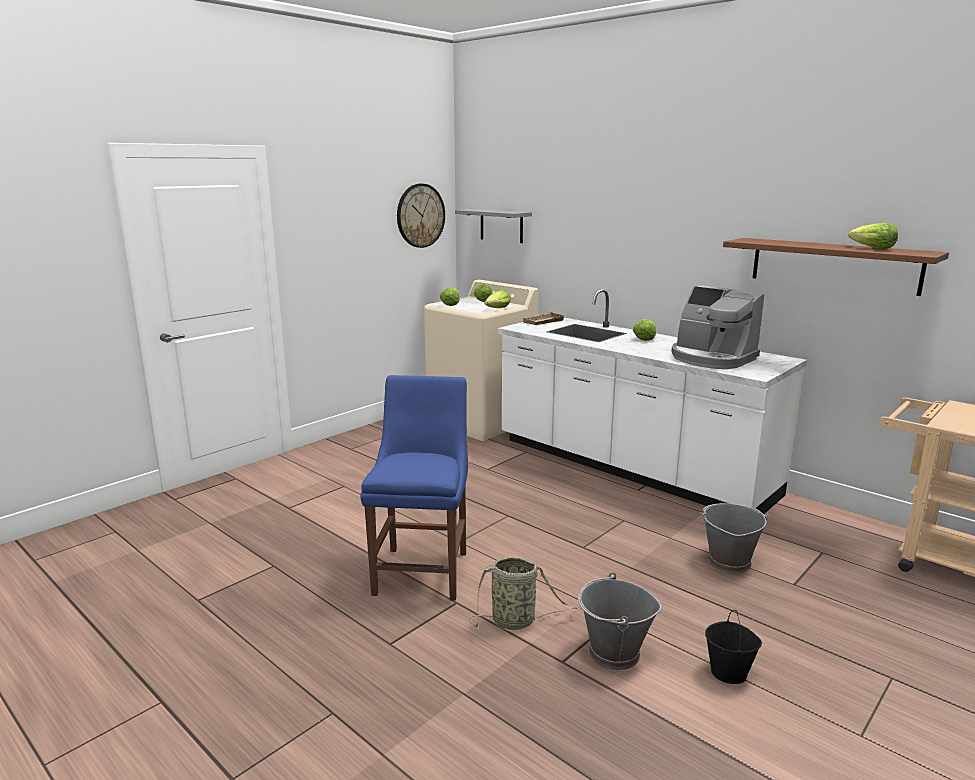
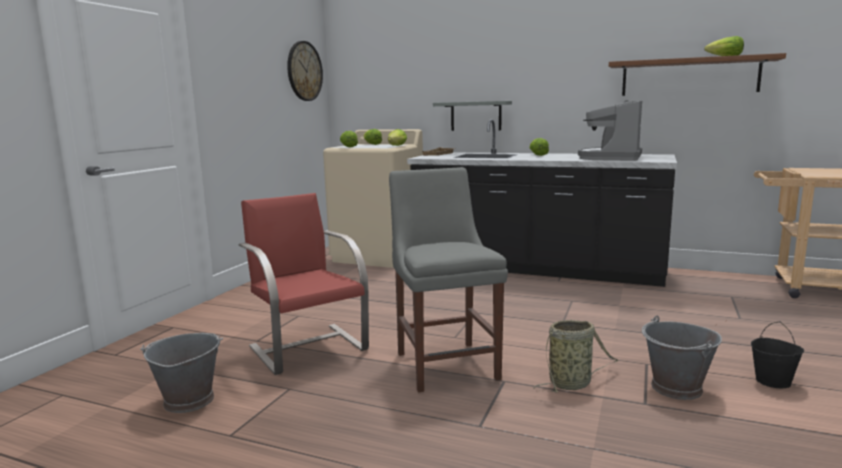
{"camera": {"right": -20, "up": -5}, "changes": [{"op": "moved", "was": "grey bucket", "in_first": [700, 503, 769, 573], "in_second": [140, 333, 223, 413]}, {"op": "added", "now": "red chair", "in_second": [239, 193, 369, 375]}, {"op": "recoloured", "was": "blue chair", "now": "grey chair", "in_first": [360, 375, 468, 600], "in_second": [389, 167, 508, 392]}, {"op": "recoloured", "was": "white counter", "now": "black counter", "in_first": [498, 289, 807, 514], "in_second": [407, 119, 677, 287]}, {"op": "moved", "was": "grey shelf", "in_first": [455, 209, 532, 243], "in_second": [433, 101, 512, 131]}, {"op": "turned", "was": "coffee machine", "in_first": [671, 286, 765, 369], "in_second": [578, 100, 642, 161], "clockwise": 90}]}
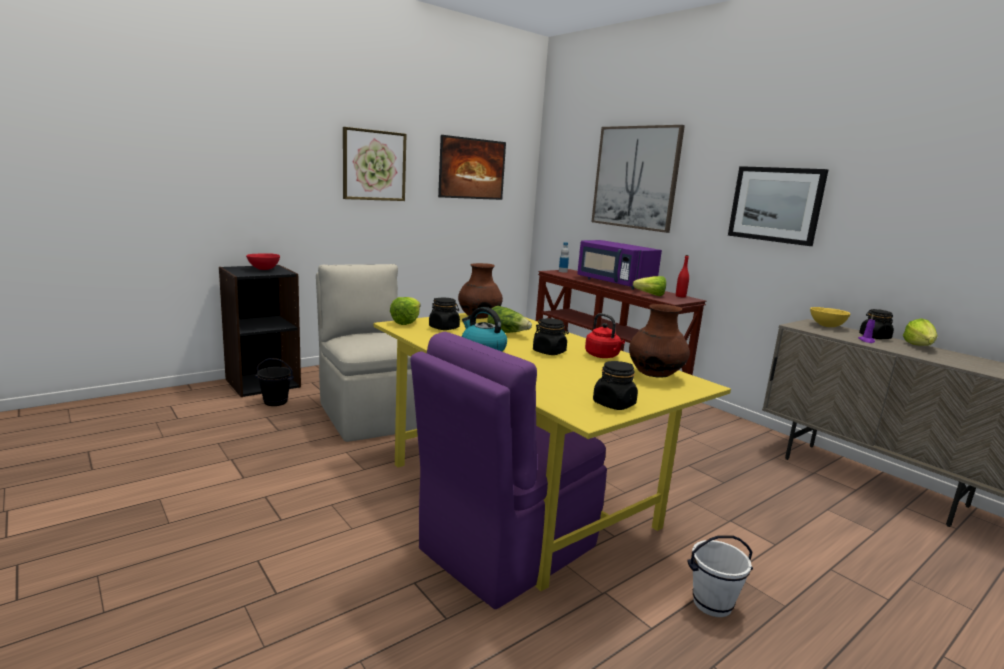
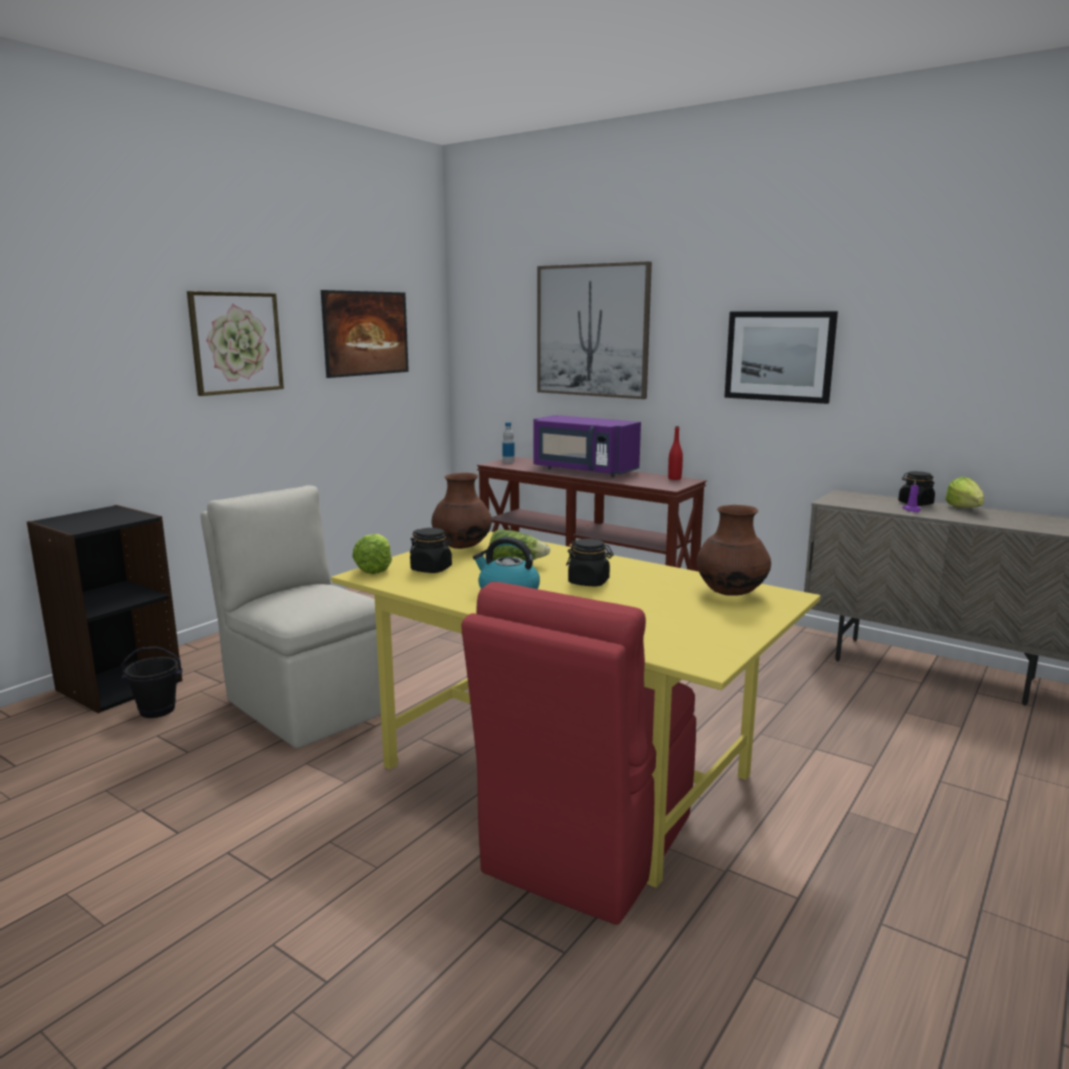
{"camera": {"right": -15, "up": 0}, "changes": [{"op": "recoloured", "was": "purple chair", "now": "red chair", "in_first": [410, 332, 607, 609], "in_second": [461, 582, 696, 925]}, {"op": "removed", "was": "red bowl", "in_first": [246, 253, 280, 270]}, {"op": "removed", "was": "red kettle", "in_first": [585, 313, 625, 358]}, {"op": "removed", "was": "black jar", "in_first": [593, 361, 638, 410]}, {"op": "removed", "was": "lettuce", "in_first": [633, 276, 666, 296]}, {"op": "removed", "was": "white bucket", "in_first": [687, 535, 753, 617]}, {"op": "removed", "was": "yellow bowl", "in_first": [810, 307, 850, 327]}]}
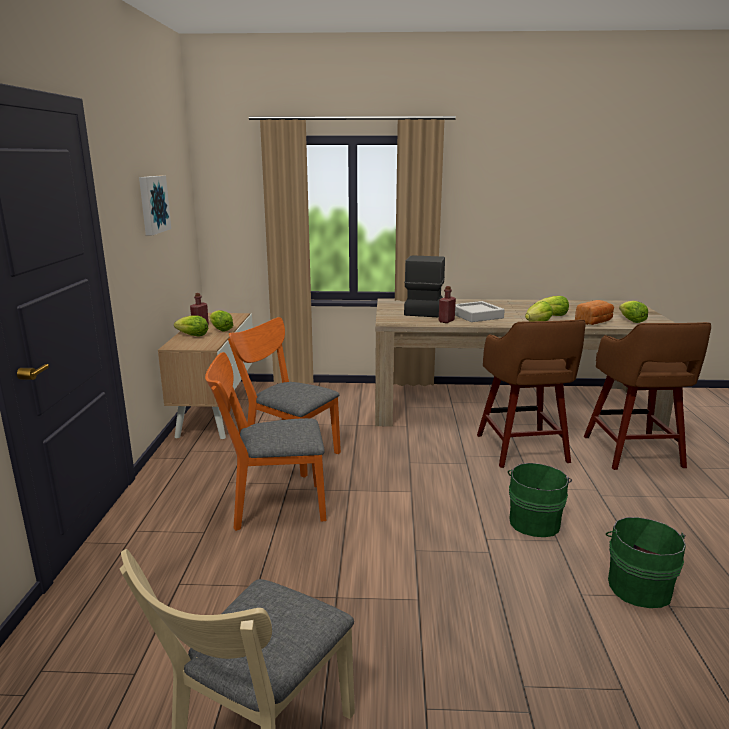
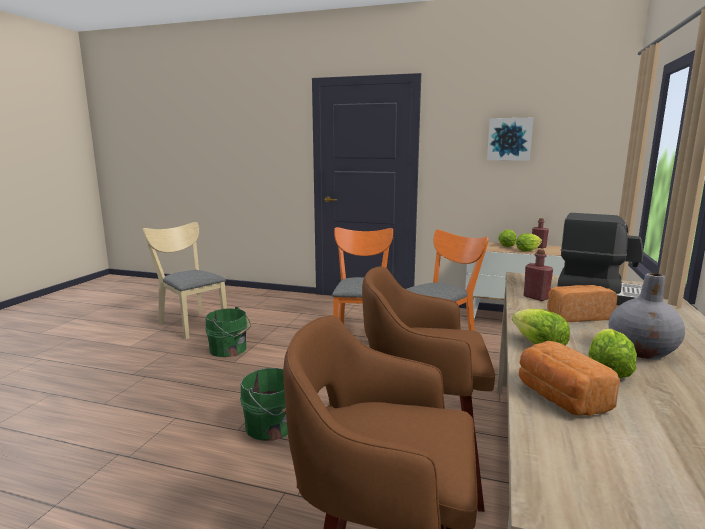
{"camera": {"right": 105, "up": -5}, "changes": [{"op": "moved", "was": "green bucket", "in_first": [606, 517, 686, 608], "in_second": [205, 307, 251, 357]}, {"op": "replaced", "was": "grey tray", "now": "bread", "in_first": [455, 301, 505, 322], "in_second": [547, 285, 617, 322]}, {"op": "added", "now": "grey vase", "in_second": [609, 273, 685, 359]}, {"op": "removed", "was": "lettuce", "in_first": [619, 301, 648, 323]}]}
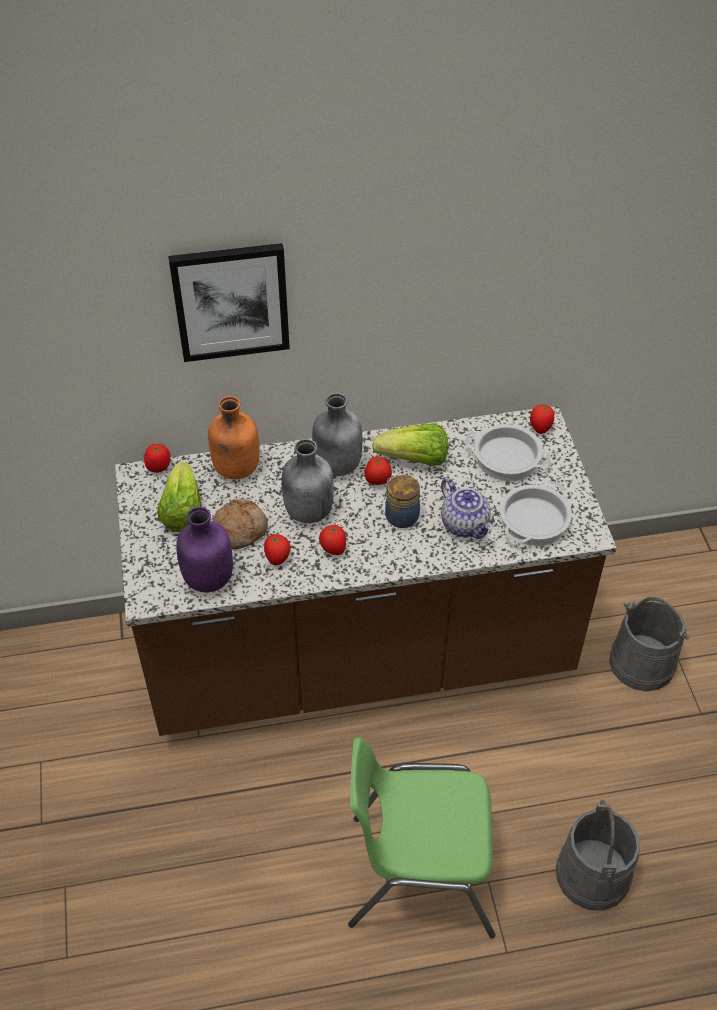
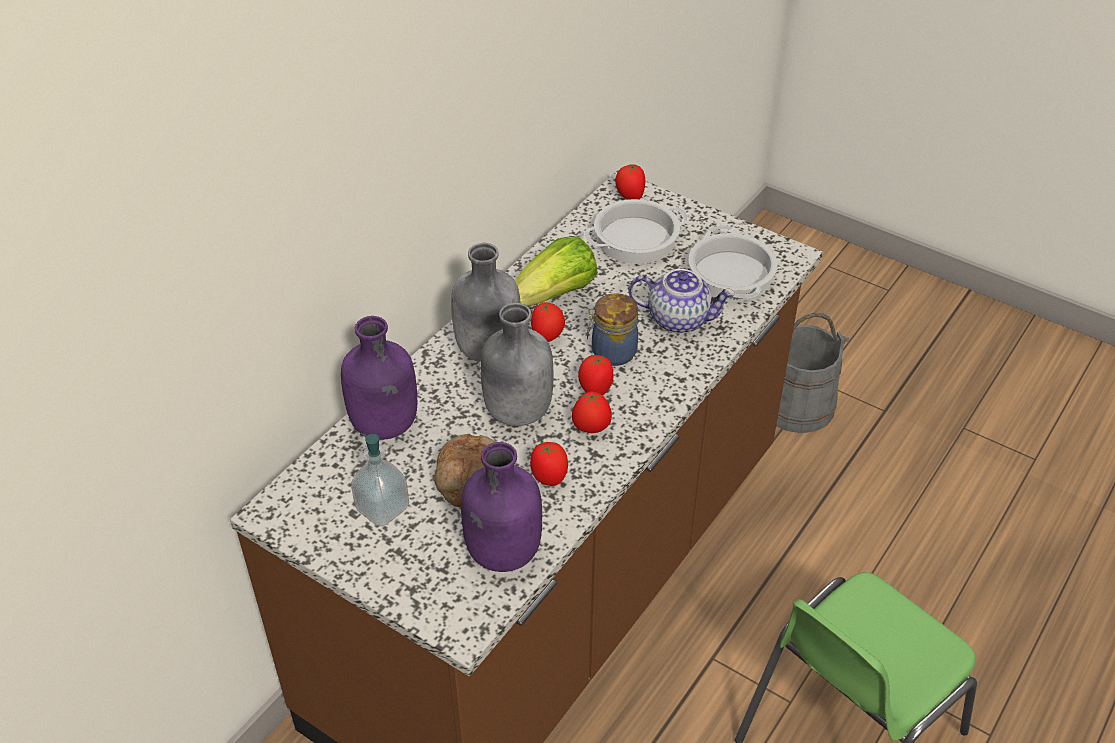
{"camera": {"right": -45, "up": -5}, "changes": [{"op": "recoloured", "was": "orange bottle", "now": "purple bottle", "in_first": [208, 396, 260, 480], "in_second": [341, 316, 417, 440]}, {"op": "replaced", "was": "lettuce", "now": "soap dispenser", "in_first": [157, 462, 202, 532], "in_second": [351, 433, 409, 526]}, {"op": "moved", "was": "tomato", "in_first": [144, 444, 171, 473], "in_second": [578, 355, 613, 395]}, {"op": "removed", "was": "picture", "in_first": [168, 243, 290, 362]}, {"op": "removed", "was": "grey bucket", "in_first": [556, 800, 640, 911]}]}
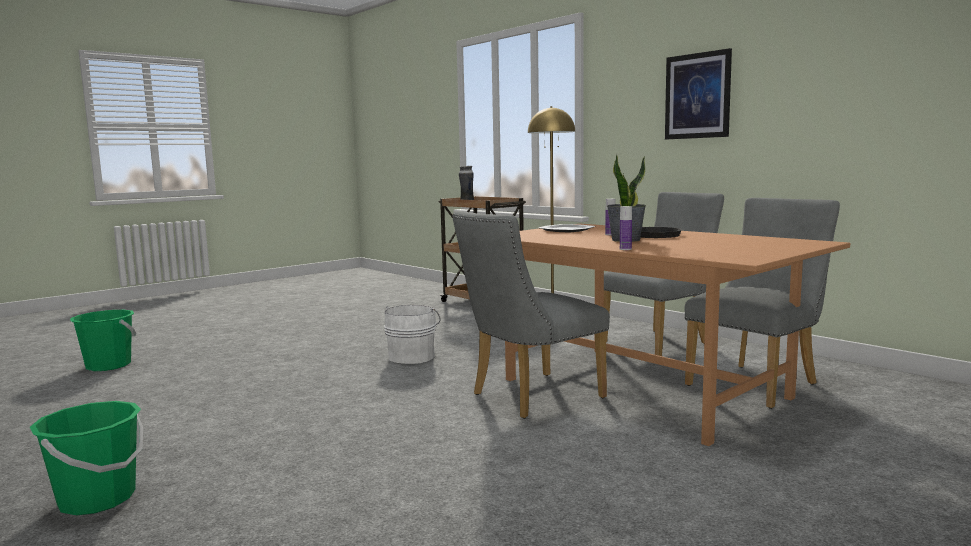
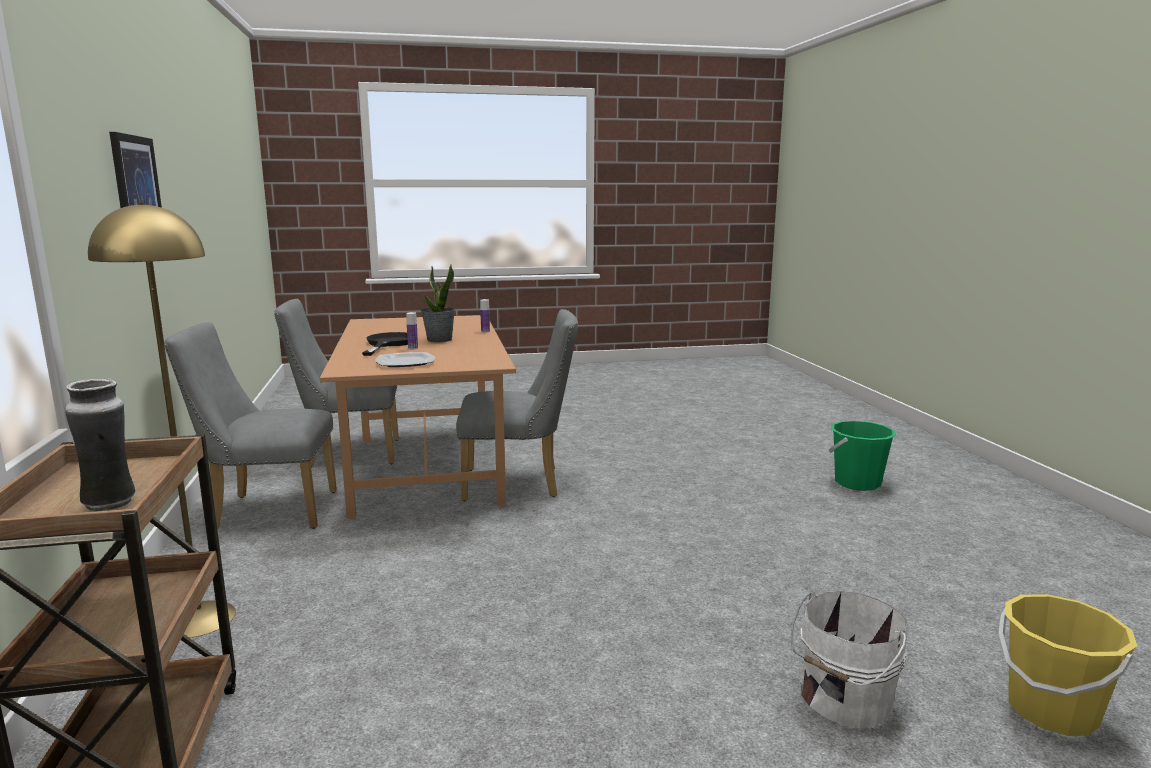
{"camera": {"right": -150, "up": 5}, "changes": [{"op": "moved", "was": "white bucket", "in_first": [384, 305, 440, 364], "in_second": [791, 590, 908, 728]}, {"op": "recoloured", "was": "green bucket", "now": "yellow bucket", "in_first": [70, 310, 137, 371], "in_second": [999, 594, 1137, 736]}]}
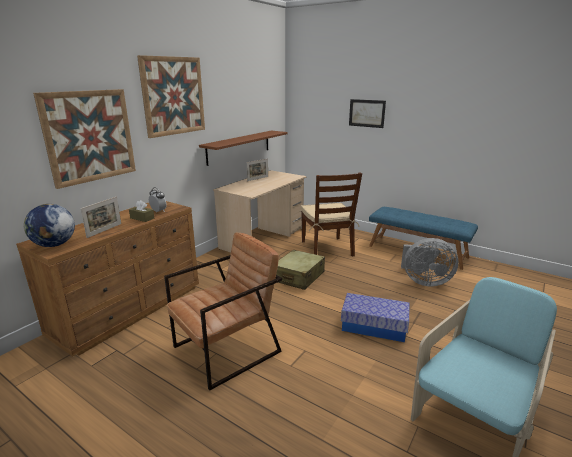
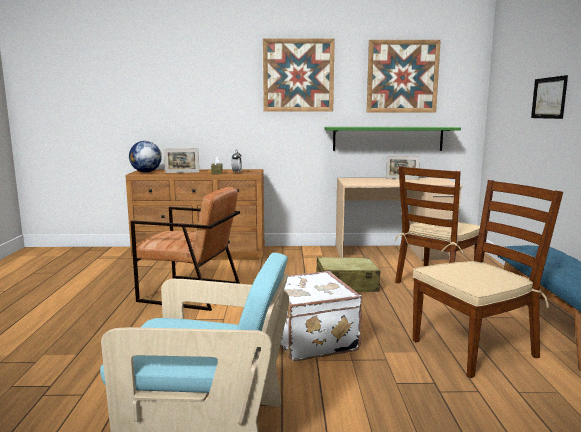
{"camera": {"right": 55, "up": -10}, "changes": [{"op": "replaced", "was": "storage box", "now": "white suitcase", "in_first": [341, 293, 410, 342], "in_second": [278, 271, 362, 361]}, {"op": "recoloured", "was": "brown shelf", "now": "green shelf", "in_first": [199, 130, 288, 166], "in_second": [325, 127, 461, 151]}, {"op": "moved", "was": "picture", "in_first": [33, 89, 136, 189], "in_second": [367, 40, 441, 112]}, {"op": "replaced", "was": "grey fan", "now": "brown chair", "in_first": [401, 238, 459, 286], "in_second": [413, 180, 563, 378]}]}
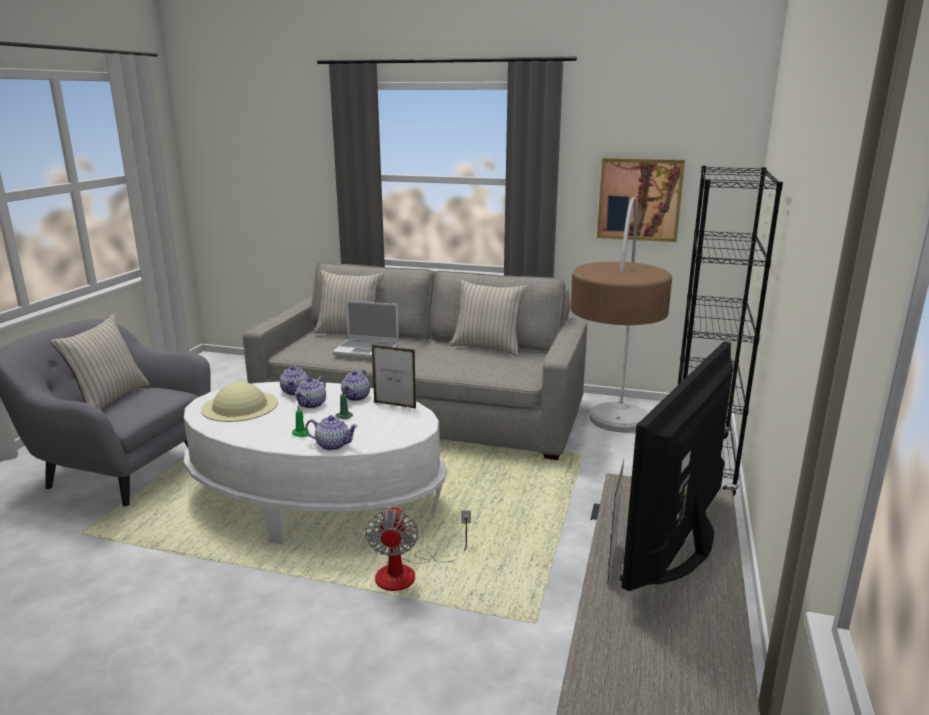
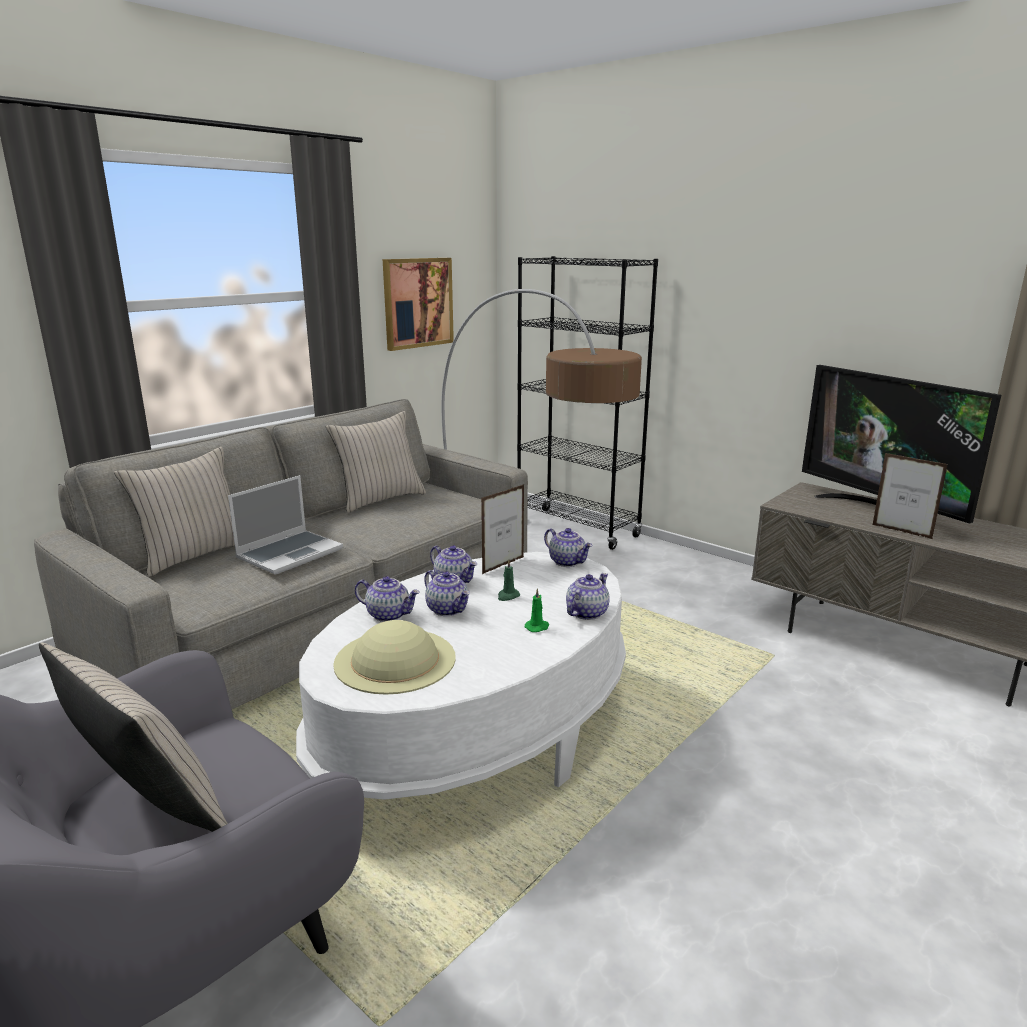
{"camera": {"right": -65, "up": 0}, "changes": [{"op": "added", "now": "teapot", "in_second": [544, 528, 592, 567]}, {"op": "removed", "was": "fan", "in_first": [365, 506, 471, 591]}]}
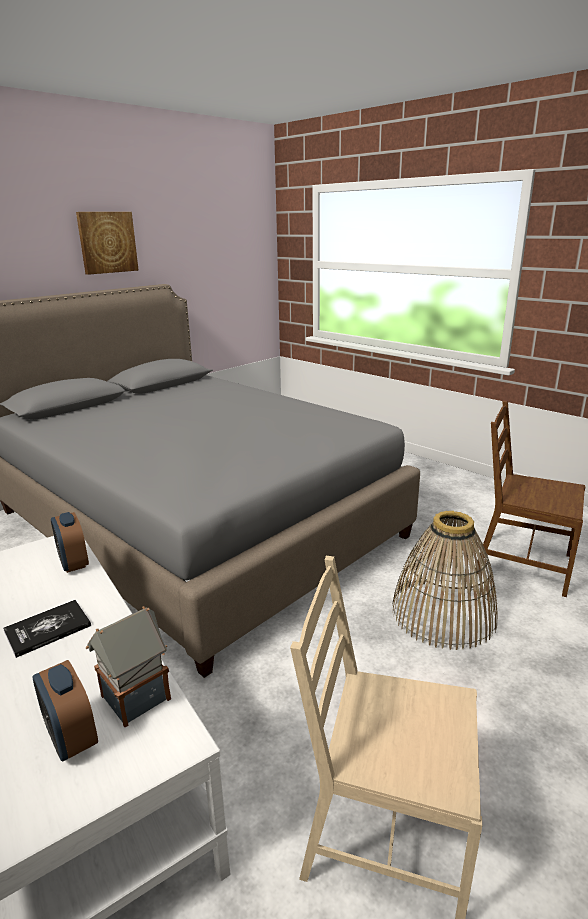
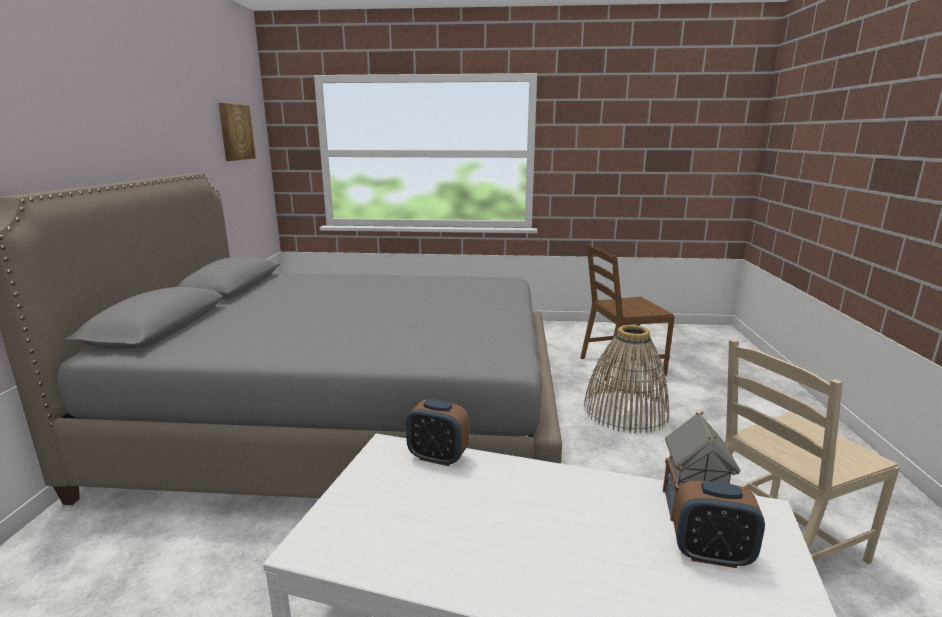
{"camera": {"right": -40, "up": -5}, "changes": [{"op": "moved", "was": "picture", "in_first": [76, 212, 139, 275], "in_second": [218, 103, 256, 161]}, {"op": "removed", "was": "book", "in_first": [3, 600, 91, 658]}]}
